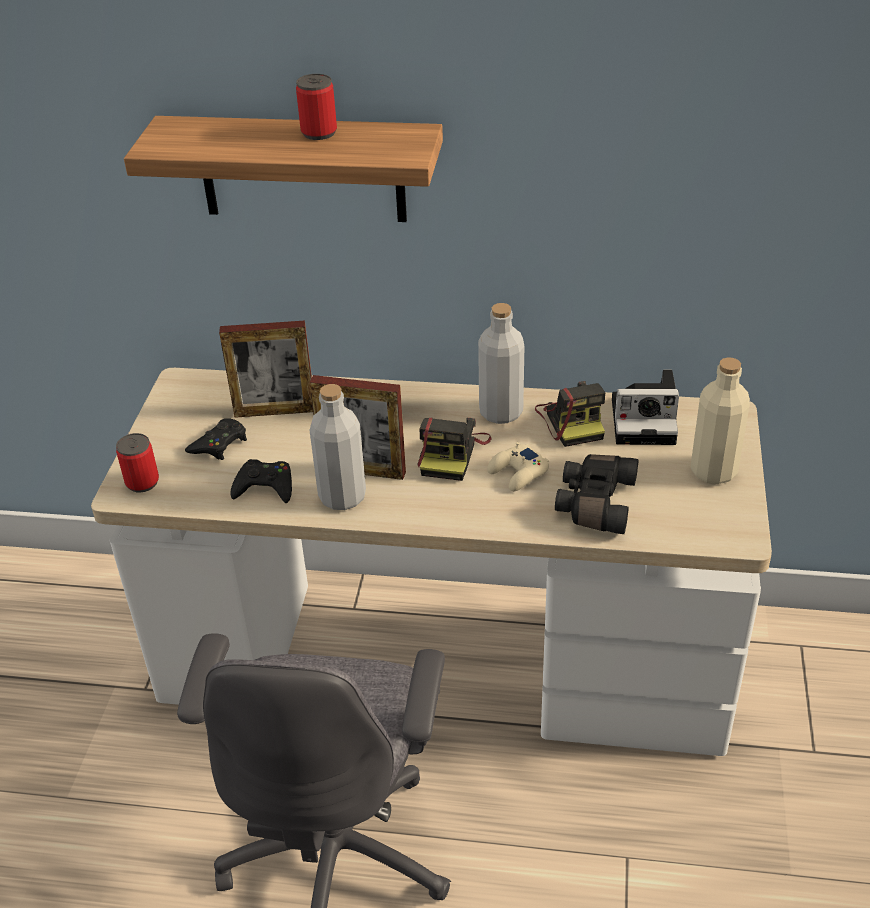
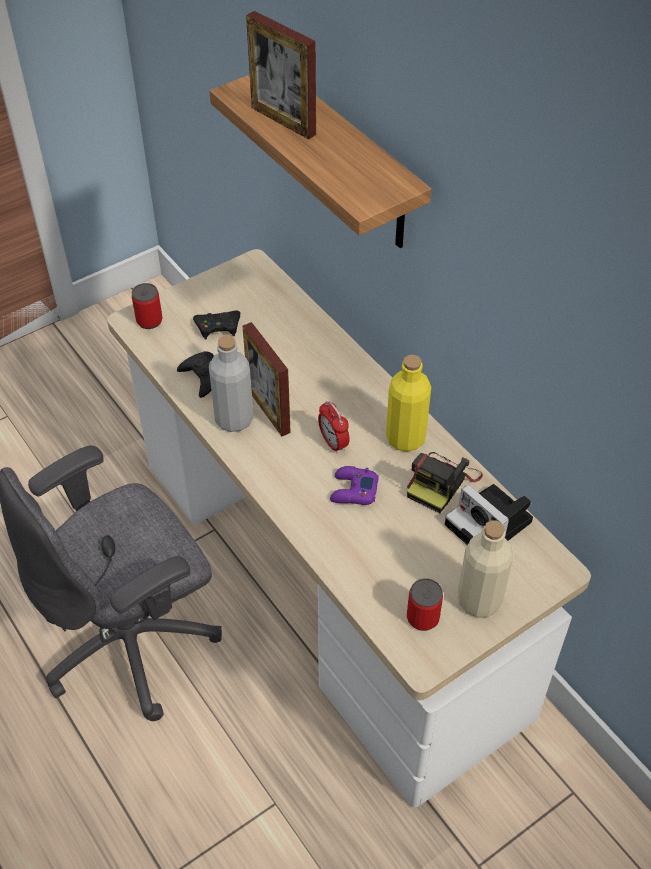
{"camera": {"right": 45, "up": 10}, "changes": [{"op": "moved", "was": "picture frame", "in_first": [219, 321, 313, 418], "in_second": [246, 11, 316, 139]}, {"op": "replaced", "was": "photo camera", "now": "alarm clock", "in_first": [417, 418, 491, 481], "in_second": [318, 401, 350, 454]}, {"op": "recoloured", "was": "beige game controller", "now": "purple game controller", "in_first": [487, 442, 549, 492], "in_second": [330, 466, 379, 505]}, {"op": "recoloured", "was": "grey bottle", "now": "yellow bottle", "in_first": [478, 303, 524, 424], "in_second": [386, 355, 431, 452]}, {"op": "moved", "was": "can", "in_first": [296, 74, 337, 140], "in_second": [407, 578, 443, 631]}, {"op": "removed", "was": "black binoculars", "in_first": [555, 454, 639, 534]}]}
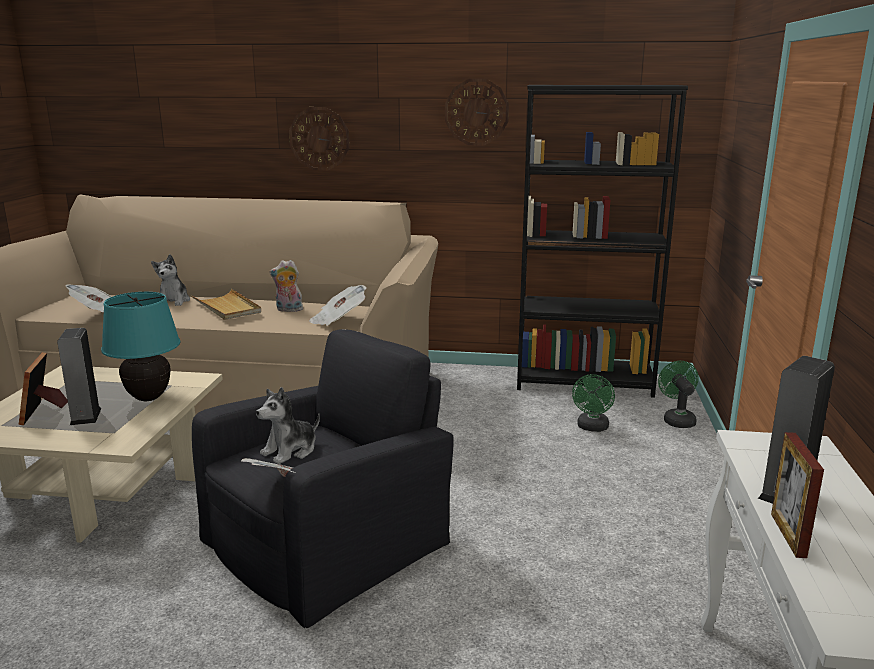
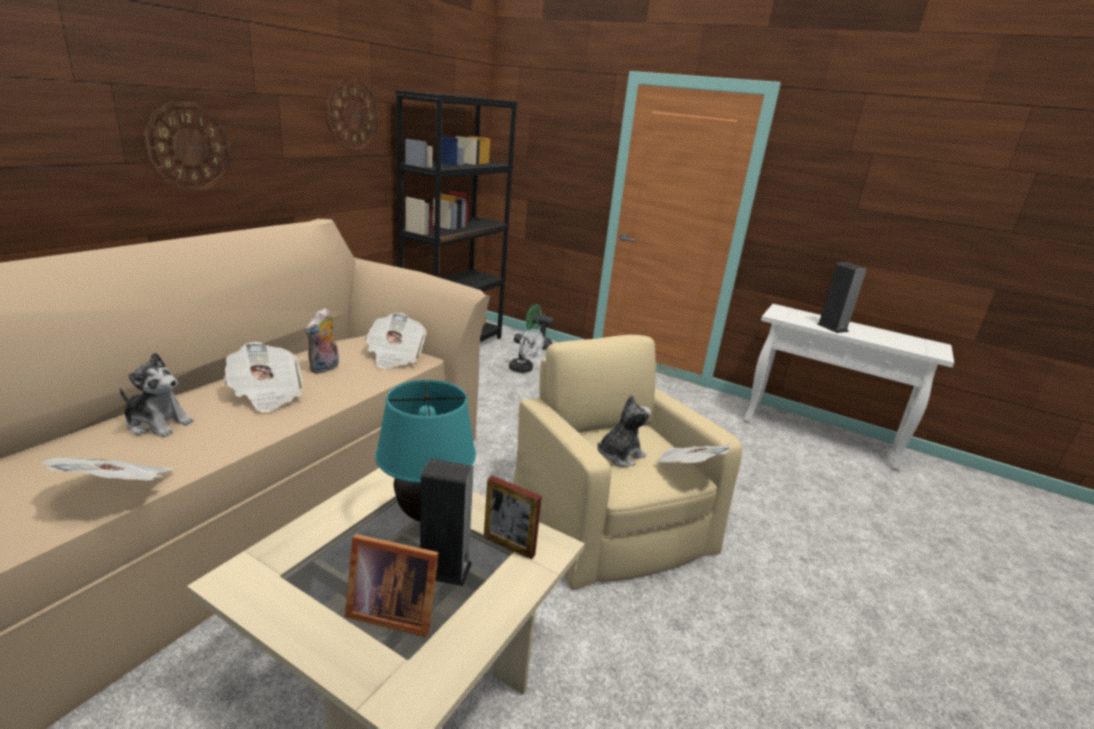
{"camera": {"right": -70, "up": 5}, "changes": [{"op": "replaced", "was": "beige tray", "now": "newspaper", "in_first": [192, 289, 261, 320], "in_second": [224, 342, 303, 413]}, {"op": "moved", "was": "picture frame", "in_first": [771, 432, 824, 558], "in_second": [484, 476, 542, 560]}, {"op": "recoloured", "was": "green fan", "now": "white fan", "in_first": [572, 374, 615, 432], "in_second": [509, 329, 544, 373]}, {"op": "recoloured", "was": "black armchair", "now": "beige armchair", "in_first": [192, 329, 454, 628], "in_second": [513, 335, 742, 590]}, {"op": "turned", "was": "plush toy", "in_first": [256, 387, 320, 464], "in_second": [597, 395, 651, 467], "clockwise": -105}]}
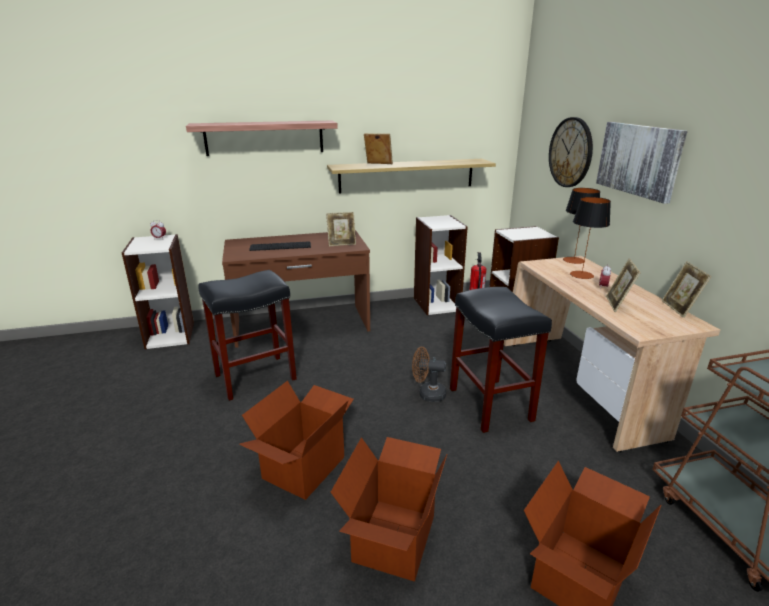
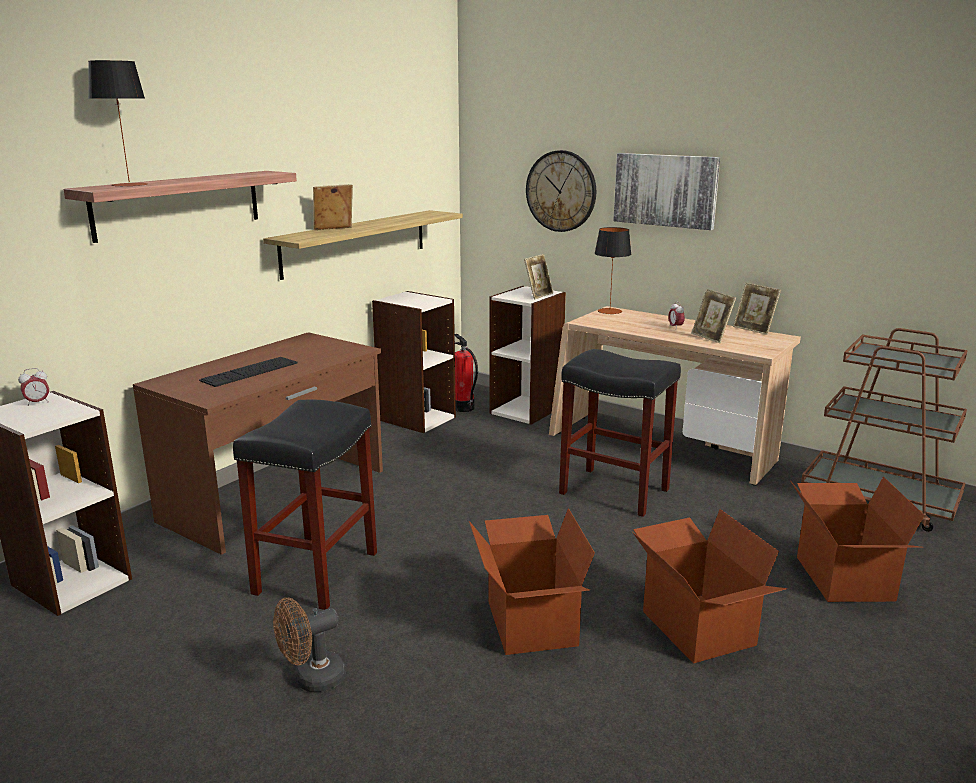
{"camera": {"right": -40, "up": -5}, "changes": [{"op": "moved", "was": "table lamp", "in_first": [570, 197, 611, 279], "in_second": [88, 60, 148, 187]}, {"op": "moved", "was": "brown fan", "in_first": [412, 347, 446, 402], "in_second": [273, 598, 346, 692]}, {"op": "moved", "was": "picture frame", "in_first": [326, 212, 356, 246], "in_second": [524, 254, 553, 300]}]}
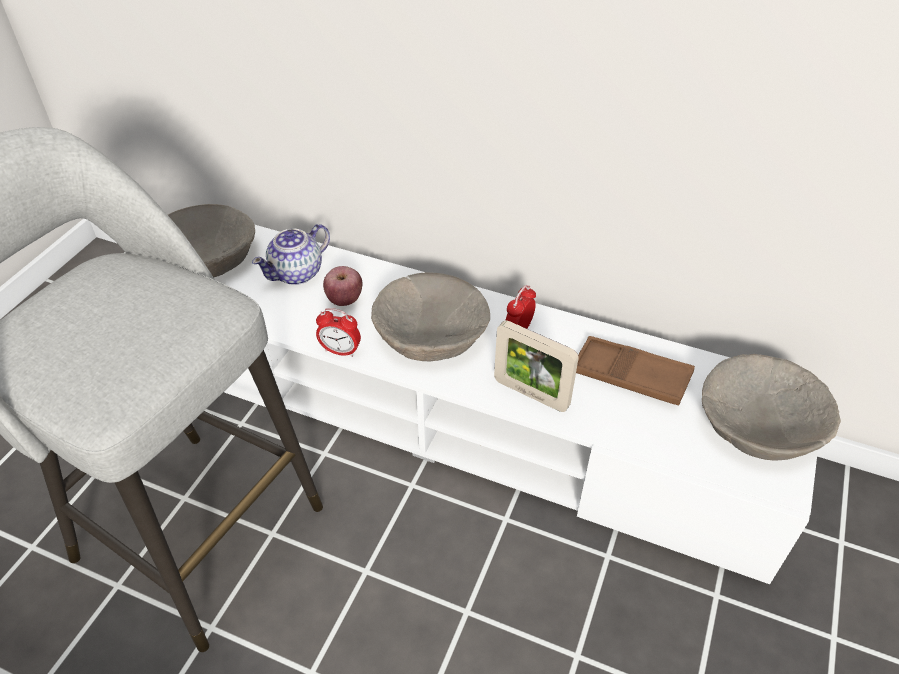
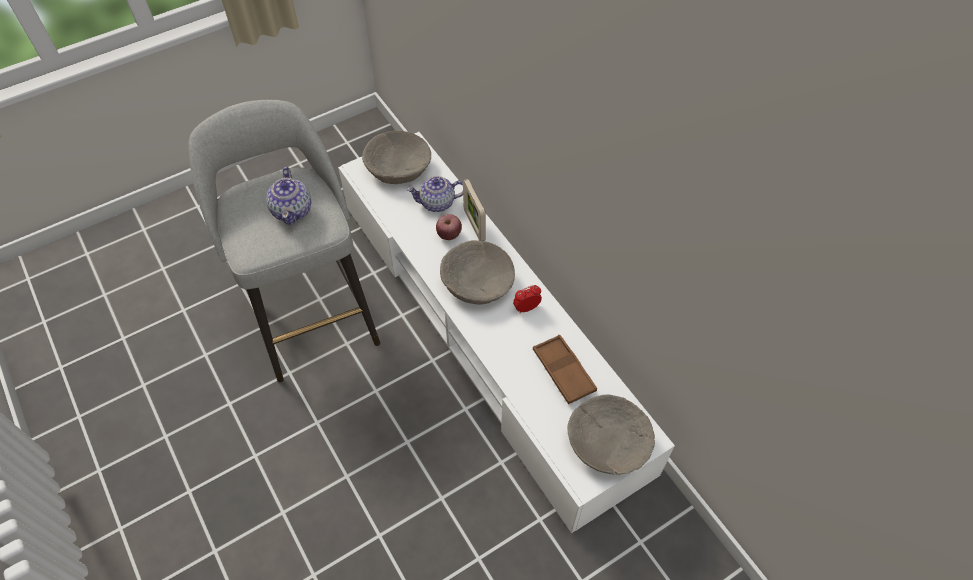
{"camera": {"right": 35, "up": 10}, "changes": [{"op": "added", "now": "teapot", "in_second": [266, 167, 312, 225]}, {"op": "moved", "was": "picture frame", "in_first": [494, 320, 579, 412], "in_second": [463, 179, 486, 242]}, {"op": "removed", "was": "alarm clock", "in_first": [316, 308, 361, 357]}]}
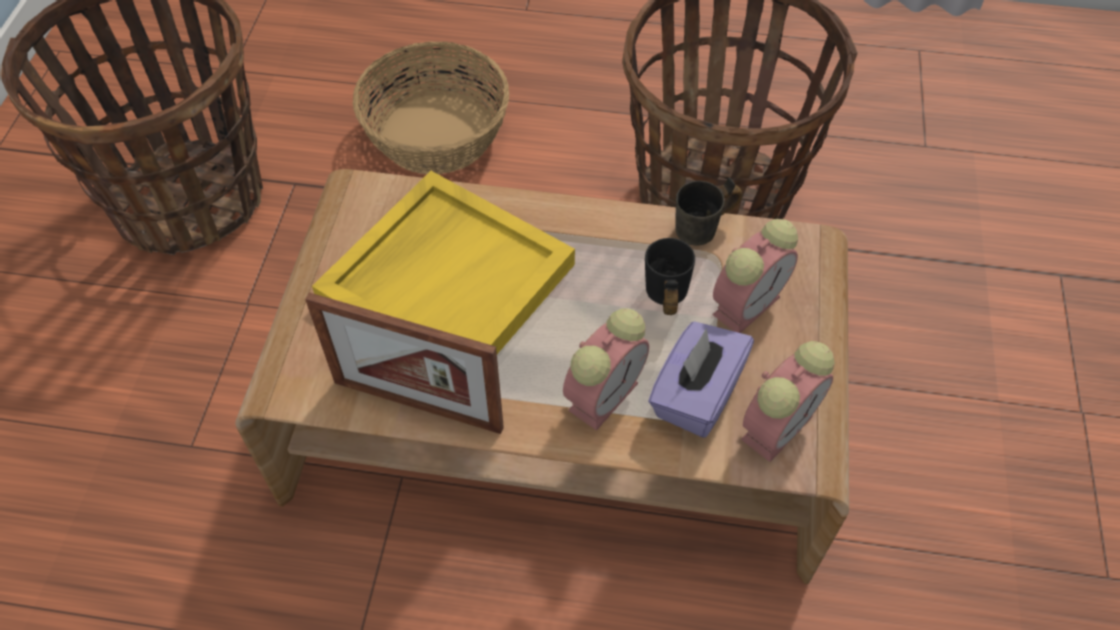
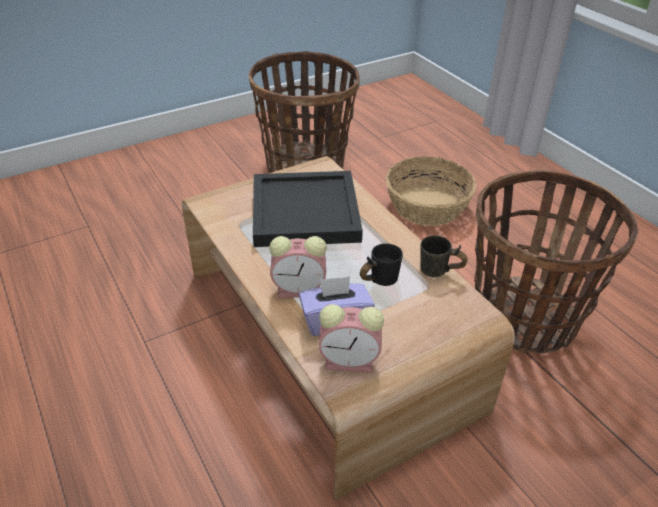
{"camera": {"right": 50, "up": -15}, "changes": [{"op": "recoloured", "was": "yellow tray", "now": "black tray", "in_first": [312, 171, 575, 354], "in_second": [253, 171, 363, 247]}, {"op": "removed", "was": "picture frame", "in_first": [305, 292, 504, 434]}, {"op": "removed", "was": "alarm clock", "in_first": [713, 219, 798, 333]}]}
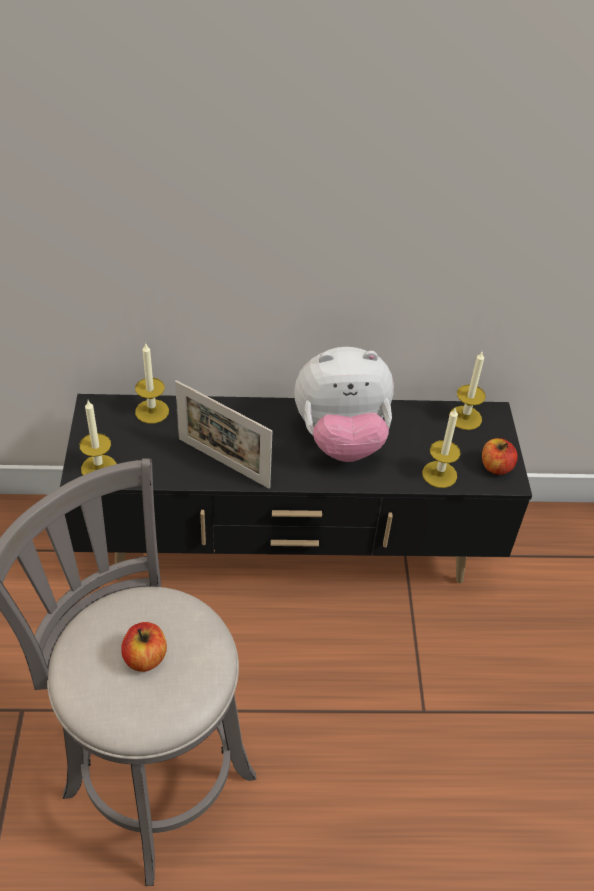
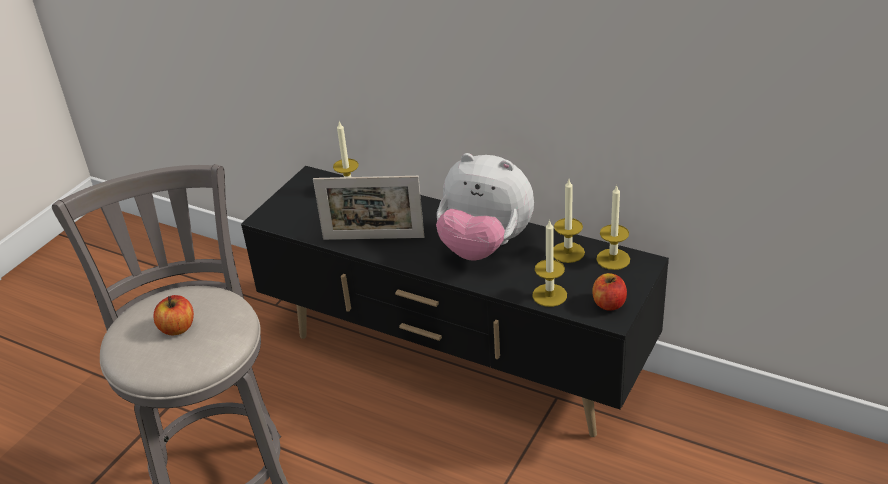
{"camera": {"right": 35, "up": -10}, "changes": [{"op": "turned", "was": "picture frame", "in_first": [175, 380, 272, 489], "in_second": [313, 176, 424, 240], "clockwise": -60}, {"op": "moved", "was": "candle", "in_first": [80, 400, 117, 475], "in_second": [553, 180, 585, 263]}]}
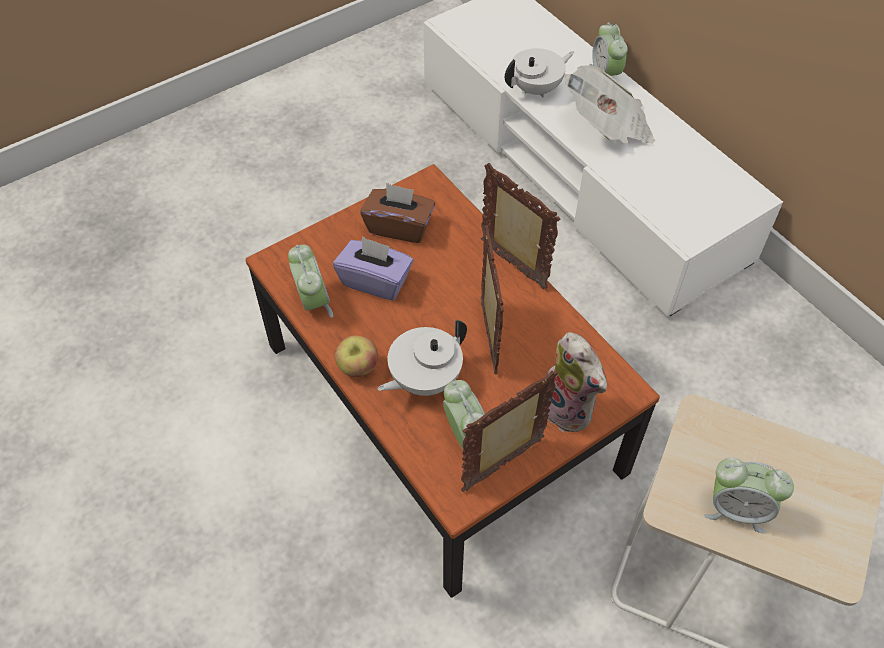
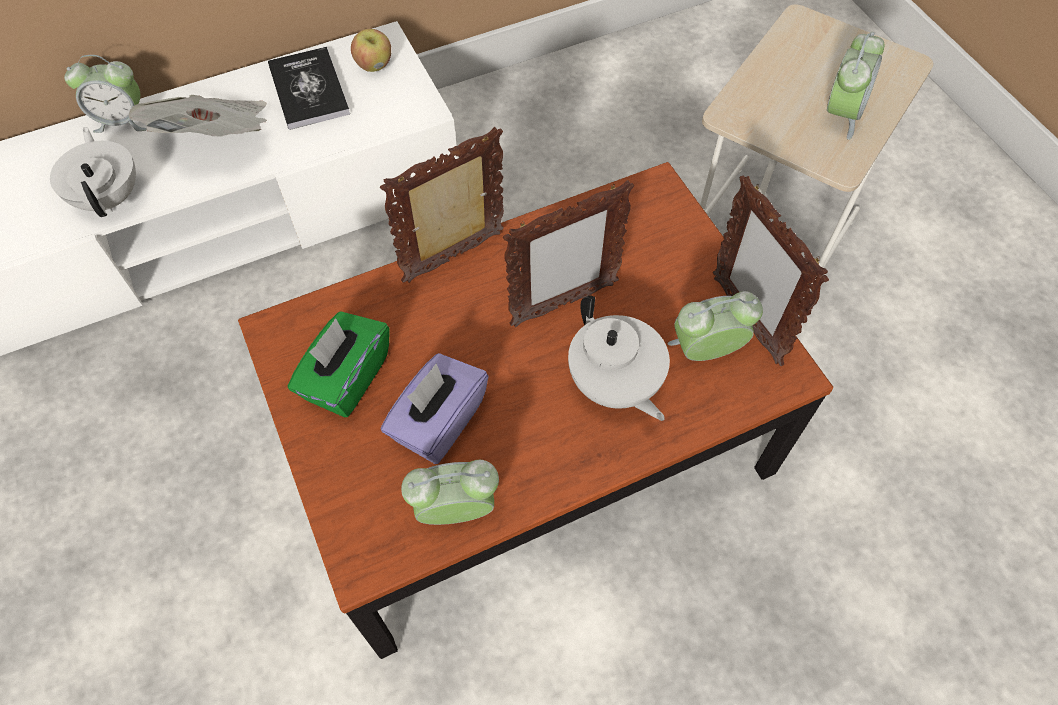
{"camera": {"right": -80, "up": 5}, "changes": [{"op": "added", "now": "book", "in_second": [268, 47, 350, 130]}, {"op": "recoloured", "was": "brown tissue box", "now": "green tissue box", "in_first": [360, 183, 435, 243], "in_second": [288, 311, 390, 417]}, {"op": "moved", "was": "apple", "in_first": [335, 336, 378, 377], "in_second": [351, 29, 391, 72]}, {"op": "turned", "was": "picture frame", "in_first": [481, 225, 504, 374], "in_second": [503, 180, 634, 327], "clockwise": 150}, {"op": "removed", "was": "plush toy", "in_first": [546, 332, 607, 432]}]}
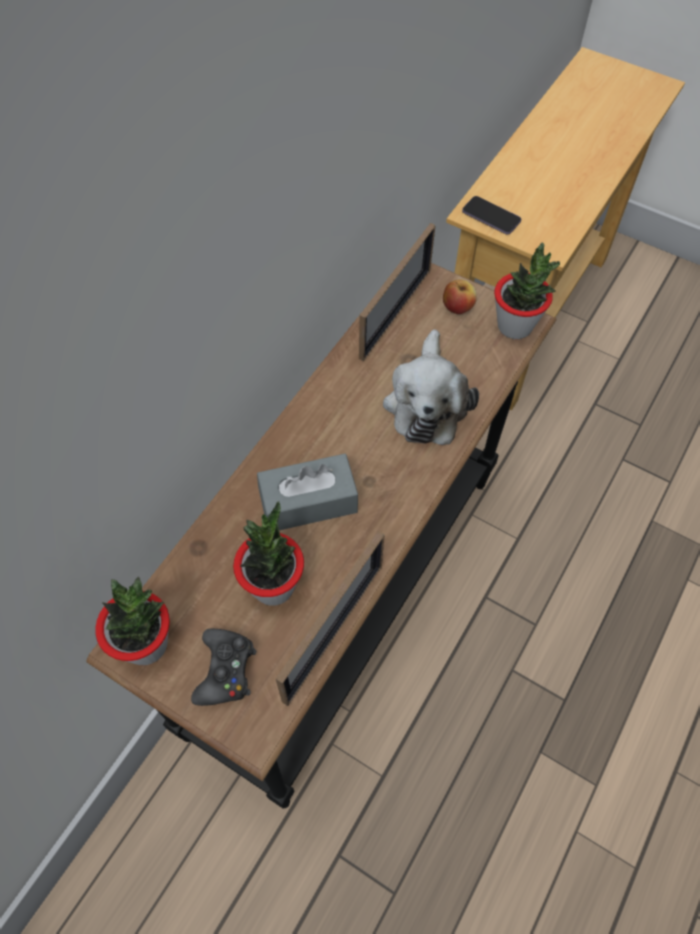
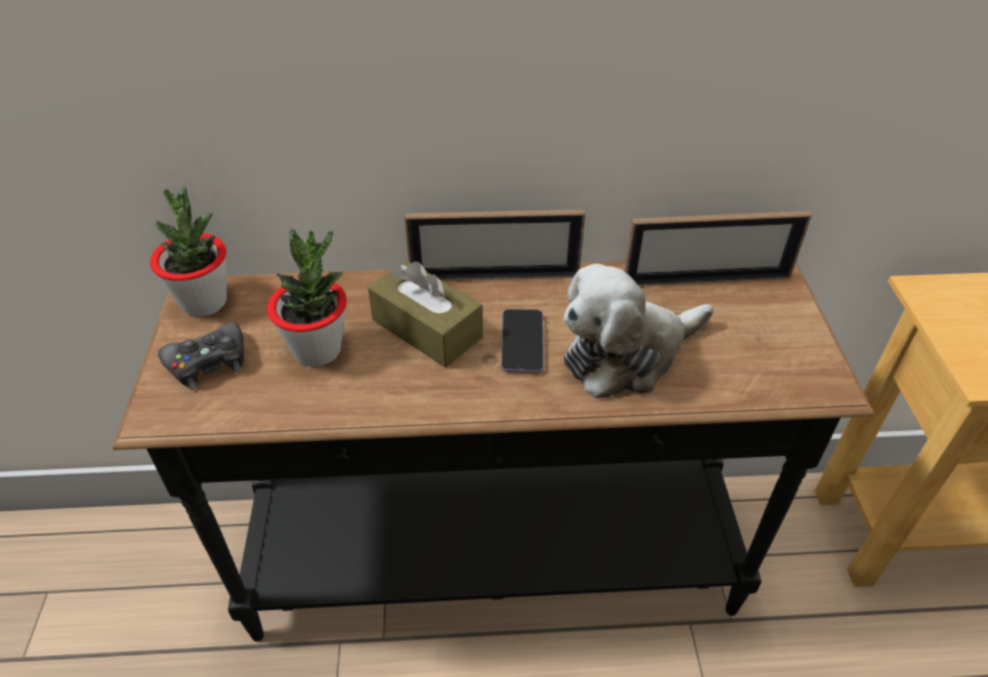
{"camera": {"right": 55, "up": -15}, "changes": [{"op": "recoloured", "was": "grey tissue box", "now": "brown tissue box", "in_first": [257, 454, 358, 530], "in_second": [368, 261, 483, 367]}, {"op": "moved", "was": "picture frame", "in_first": [276, 531, 384, 706], "in_second": [404, 209, 585, 281]}, {"op": "moved", "was": "phone", "in_first": [462, 196, 521, 235], "in_second": [501, 309, 544, 373]}, {"op": "removed", "was": "apple", "in_first": [443, 279, 477, 314]}, {"op": "removed", "was": "potted plant", "in_first": [494, 243, 560, 339]}]}
